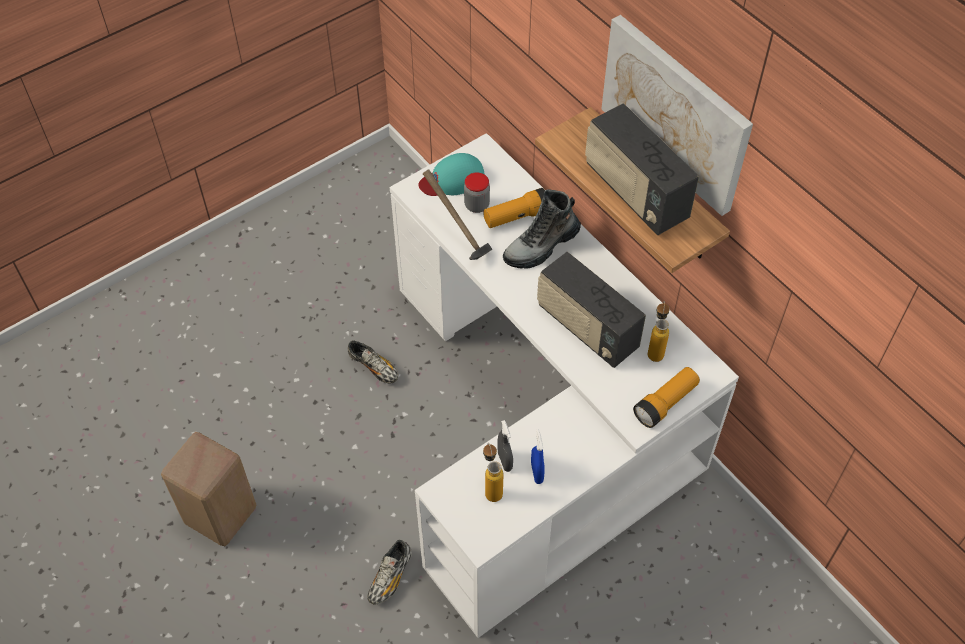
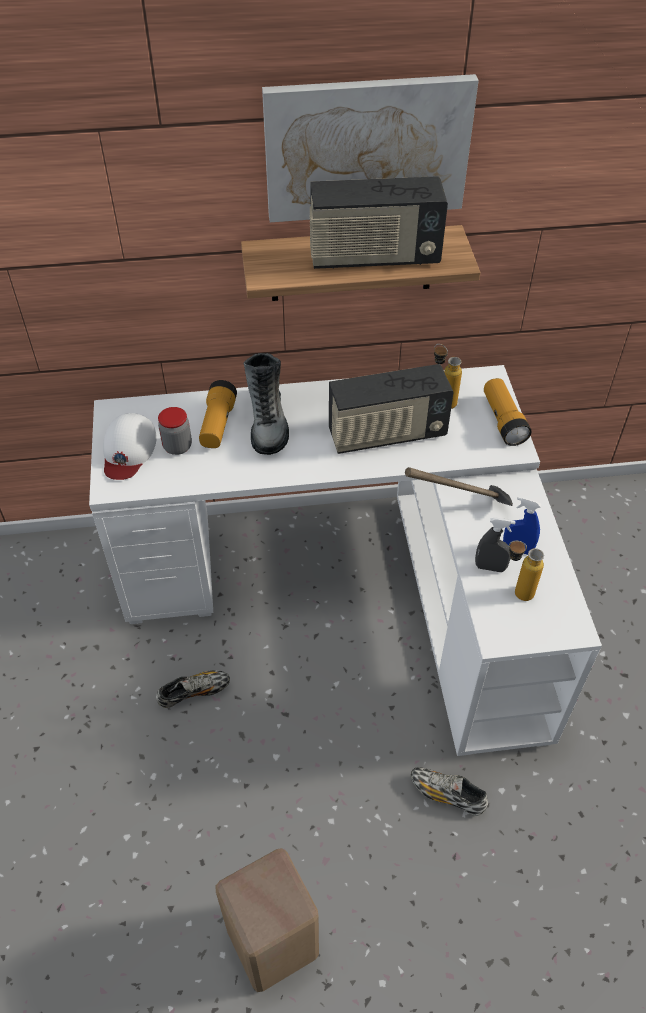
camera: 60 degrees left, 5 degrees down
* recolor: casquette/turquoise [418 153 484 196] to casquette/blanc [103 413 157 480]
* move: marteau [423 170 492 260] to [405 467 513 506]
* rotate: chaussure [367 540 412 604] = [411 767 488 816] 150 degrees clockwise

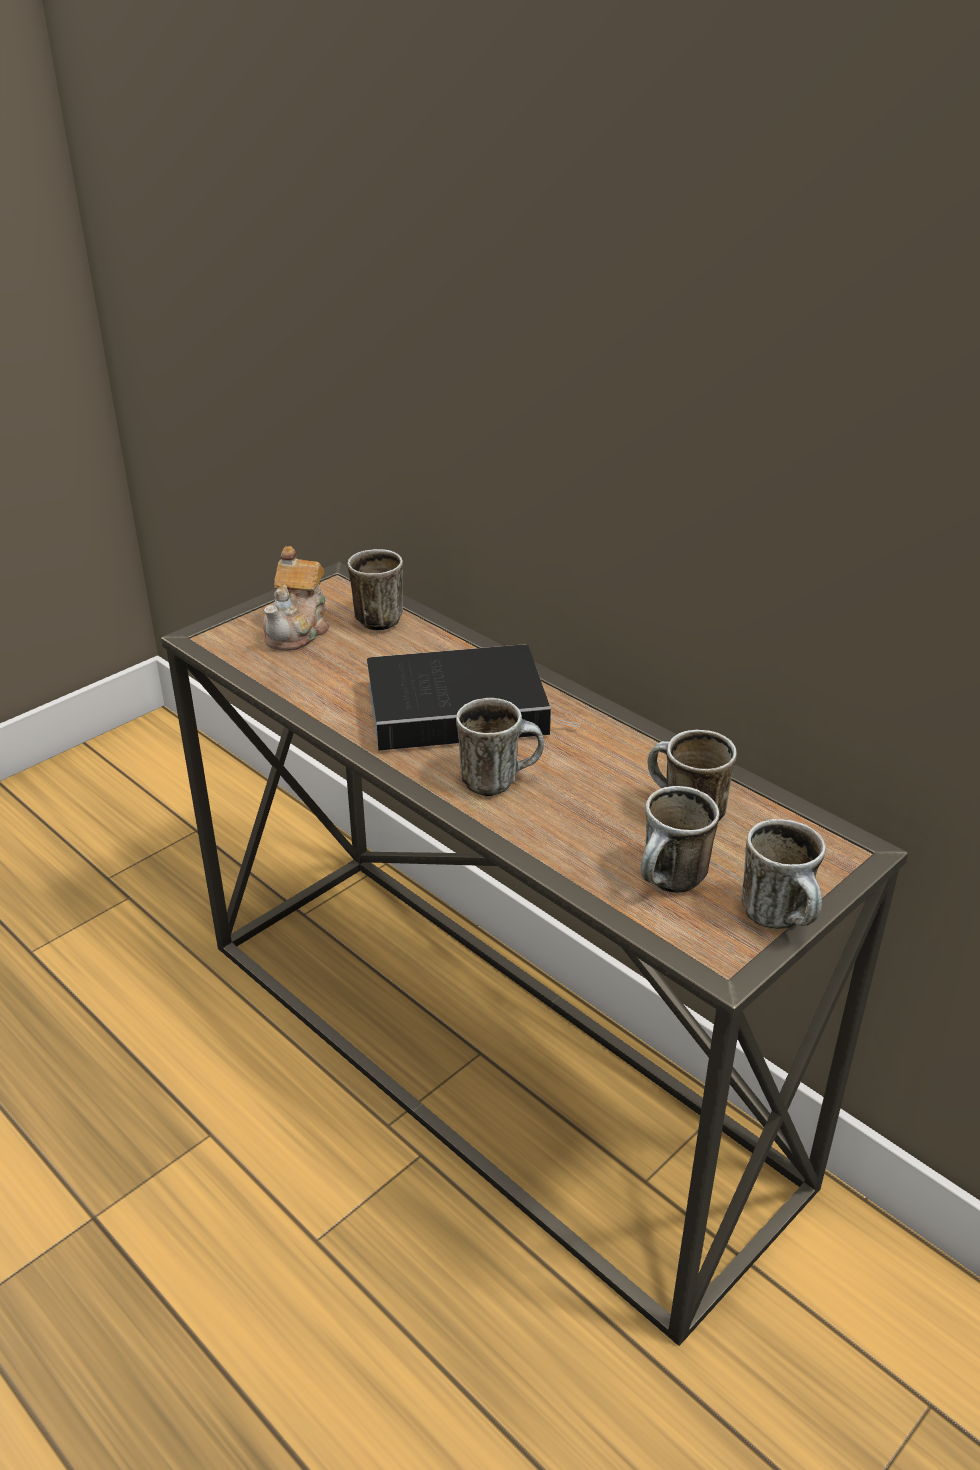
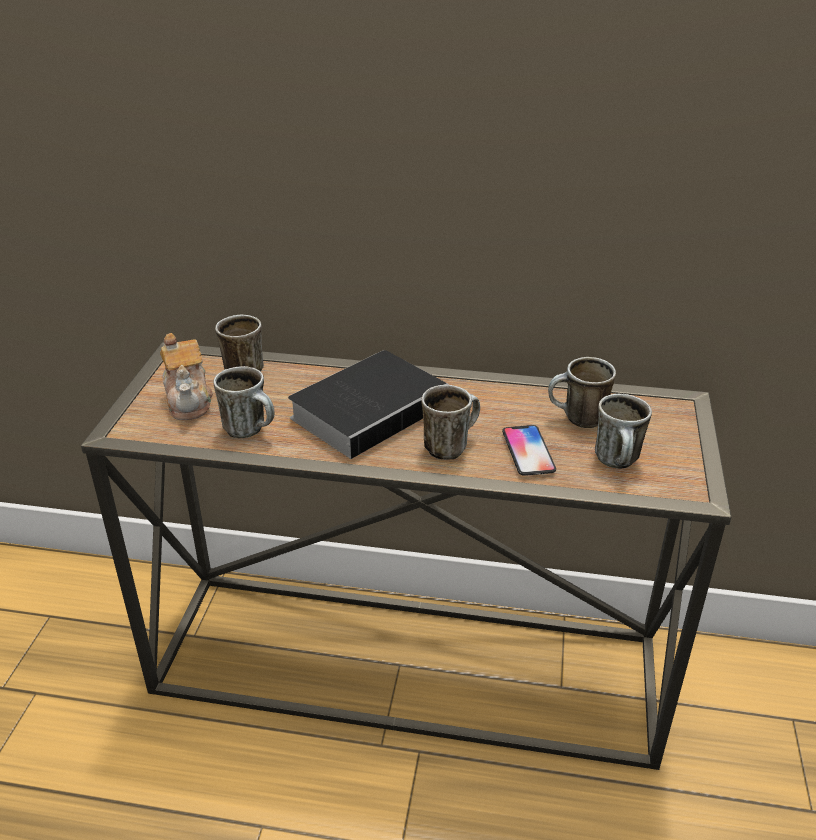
camera: 35 degrees left, 0 degrees up
* move: mug [741 819 826 929] to [213 366 275 438]
* insert: téléphone [502 425 556 476]

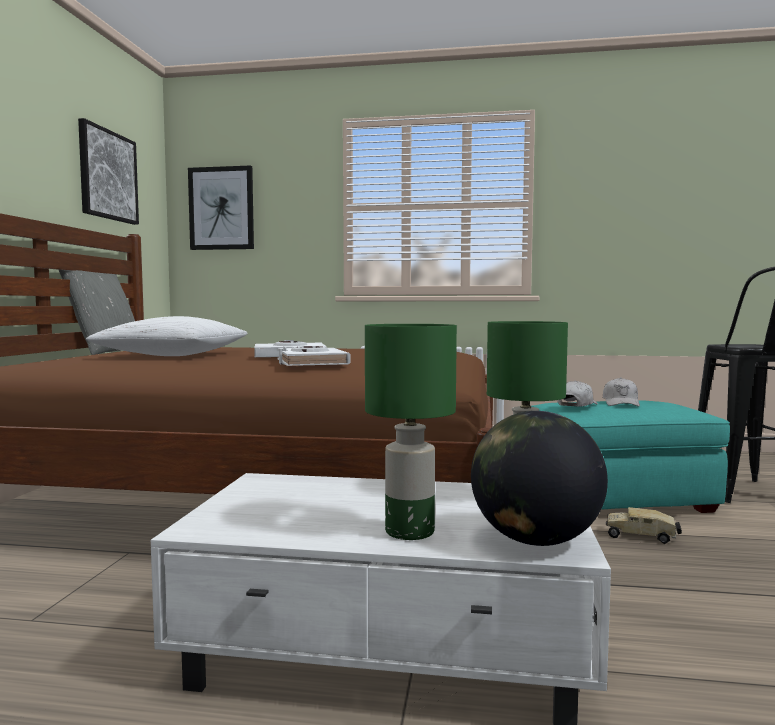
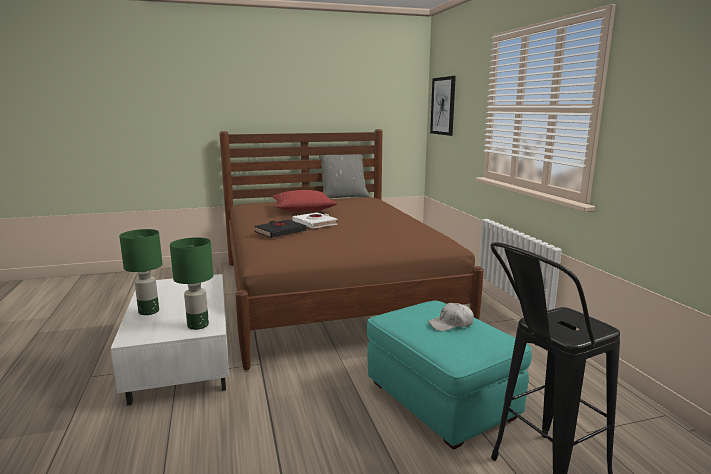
camera: 65 degrees right, 10 degrees up
* recolor: livre/blanc [277 346 351 366] to livre/noir [254 220 306 238]
* recolor: coussin/blanc [86 316 248 356] to coussin/rouge [273 190 337 212]
* delete: tableau [78 118 139 225]
* delete: globe [471 411 608 546]
* delete: casquette/blanc [557 380 598 407]
* delete: camion jouet [606 507 682 544]

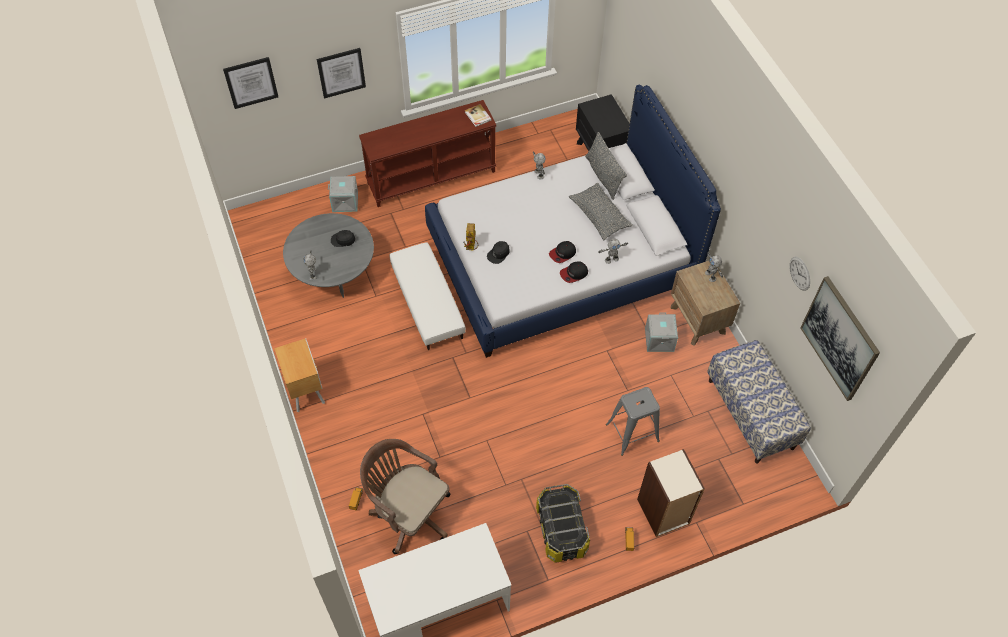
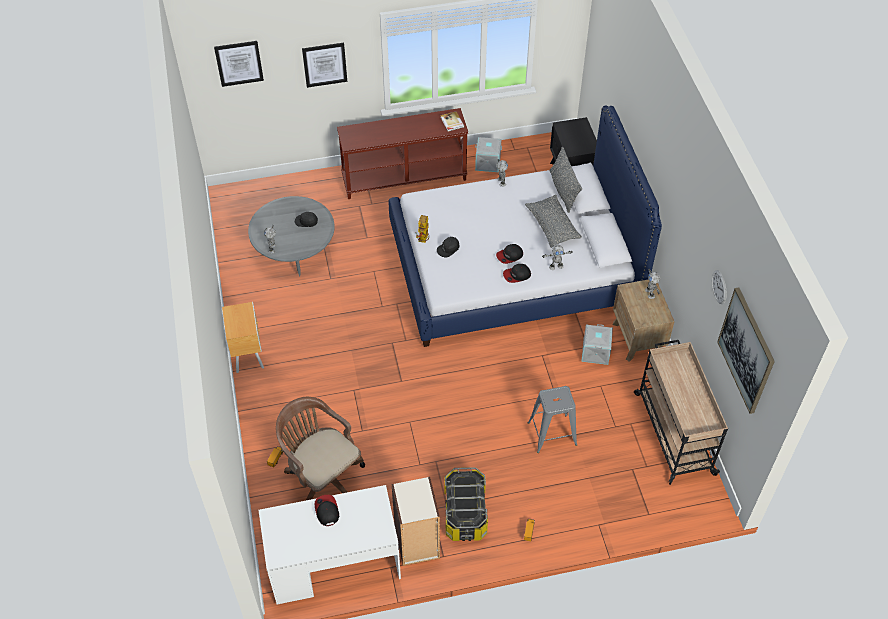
camera: 10 degrees right, 5 degrees down
* insert: casquette [315 495 339 526]
* move: bibliothèque [637 449 705 537] to [392 477 440 566]
* move: boîte de rangement/gris [328 176 358 212] to [475 137 502 172]
* replace: banc [707 340 811 463] to chariot/beige [634 340 728 485]
* delete: pouf/blanc [389 242 466 350]

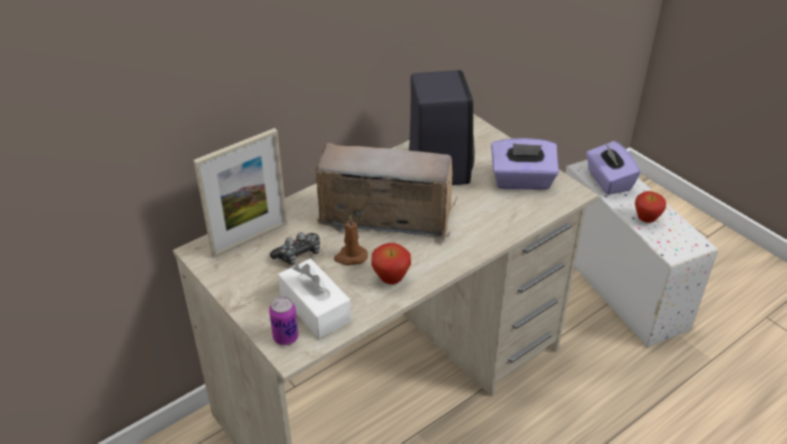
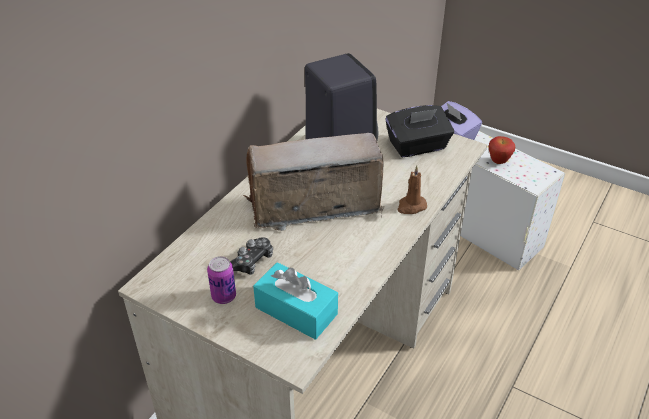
camera: 20 degrees left, 0 degrees up
* move: boîte métallique [269 297 298 345] to [207 256 236 304]
* recolor: boîte à mouchoirs/blanc [278 259 351 338] to boîte à mouchoirs/turquoise [253 262 338 340]
* recolor: boîte à mouchoirs/violet [491 138 559 190] to boîte à mouchoirs/noir [385 105 454 157]
* move: bougie/marron [334 215 368 265] to [397 165 427 214]
* delete: cadre photo [193 128 288 258]
* delete: pomme [371 243 411 284]

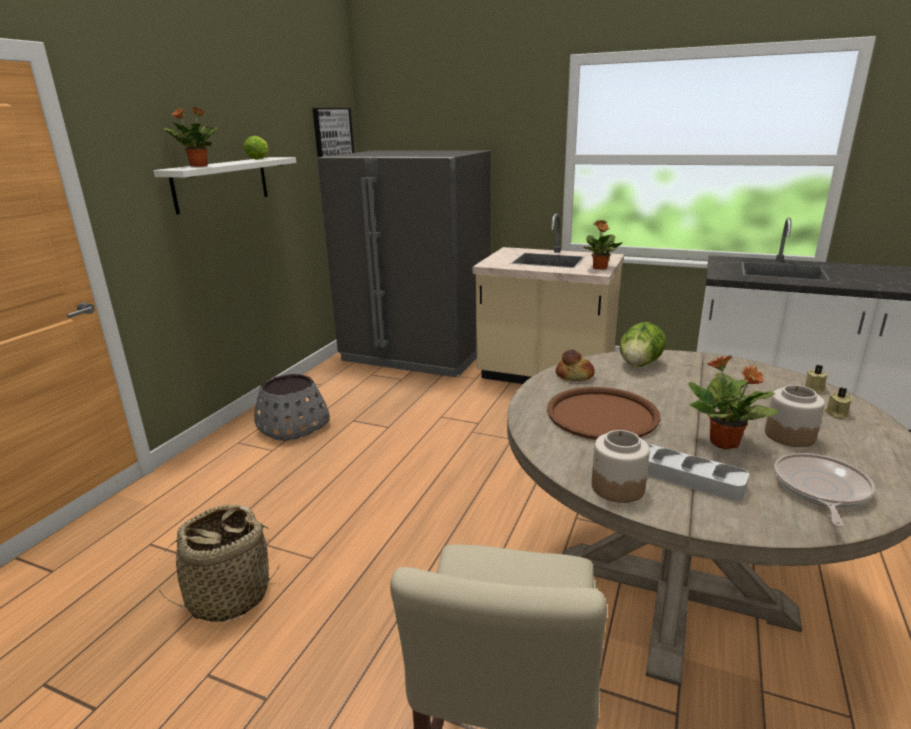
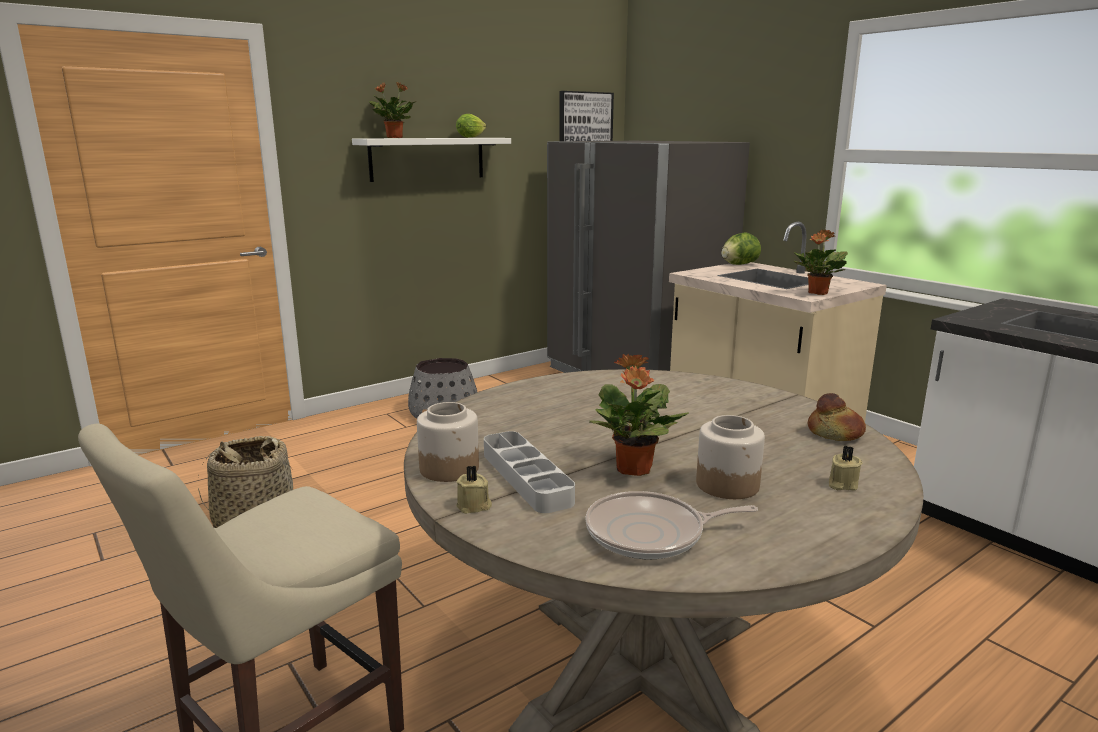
camera: 30 degrees right, 5 degrees down
* move: bougie/beige [805 365 828 393] to [456 466 492 514]
* rotate: poêle [774 453 875 527] = [585 491 758 559] 150 degrees counterclockwise
* move: laitue [619 322 667 367] to [721 233 761 265]
* move: pain [556 350 595 381] to [808 393 866 441]
* delete: plateau/marron [547 387 661 440]

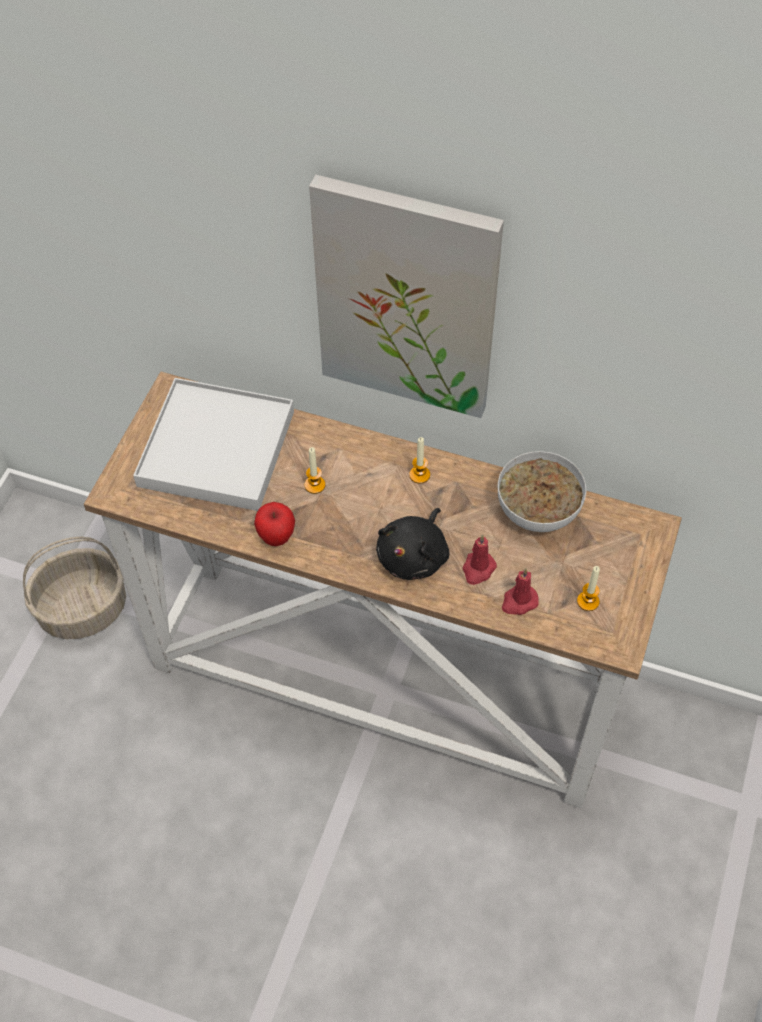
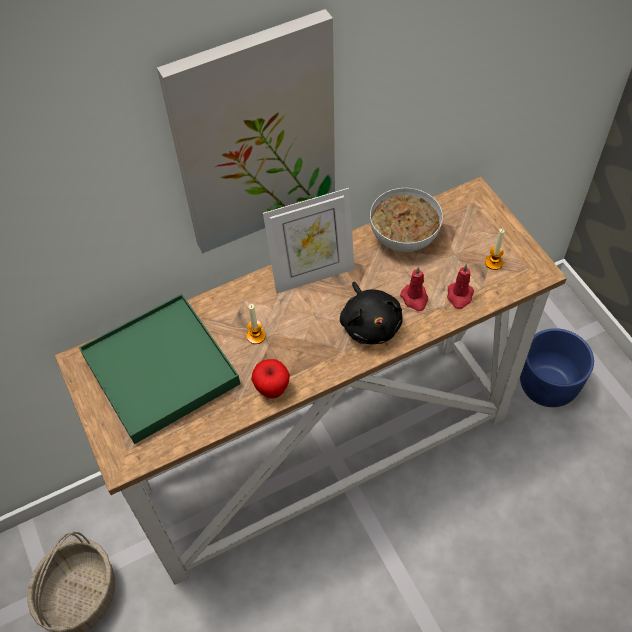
camera: 45 degrees left, 0 degrees up
* recolor: plateau/blanc [133 378 294 511] to plateau/vert [79 294 240 444]
* replace: bougie [409 437 430 484] to cadre photo [263 188 355 294]
* insert: cache-pot/bleu [520 328 594 407]

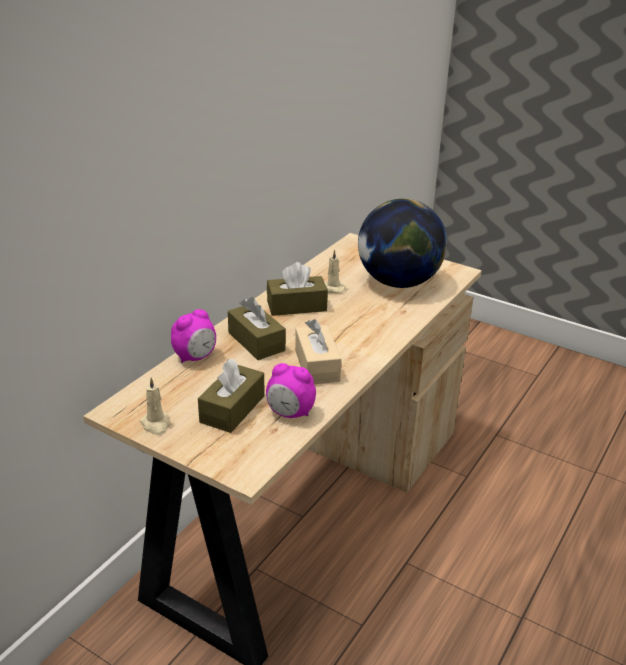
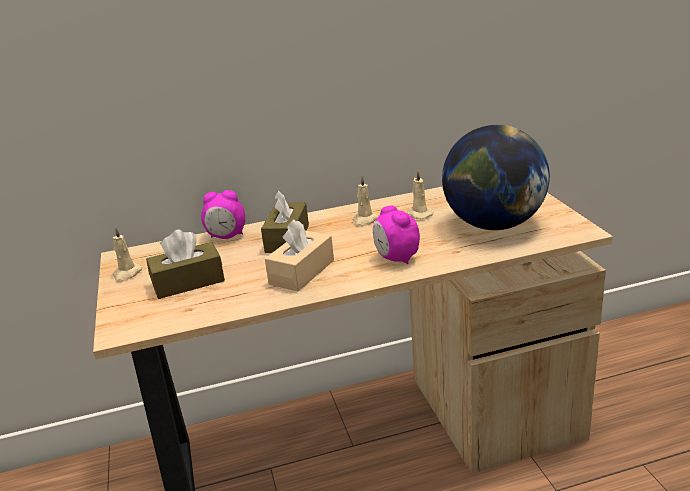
camera: 45 degrees right, 5 degrees down
* replace: boîte à mouchoirs/marron [267 262 328 316] to bougie/beige [353 176 379 227]
* move: réveil [266 363 316 418] to [373 206 420 264]

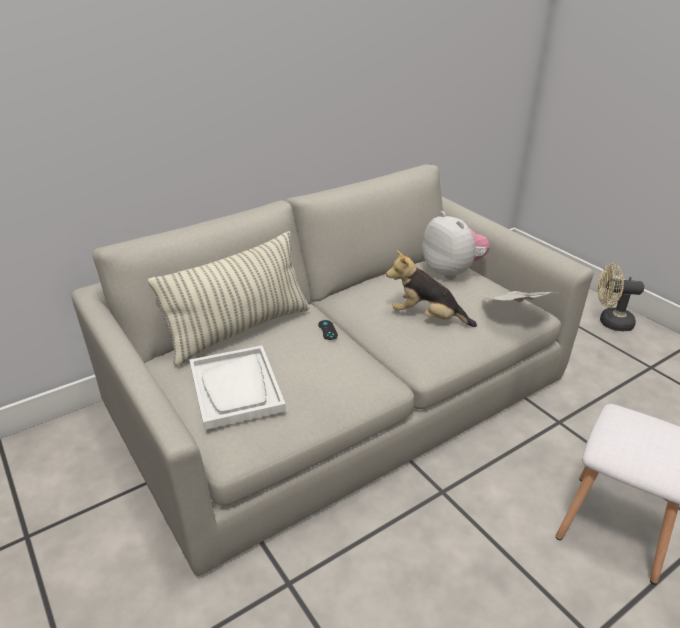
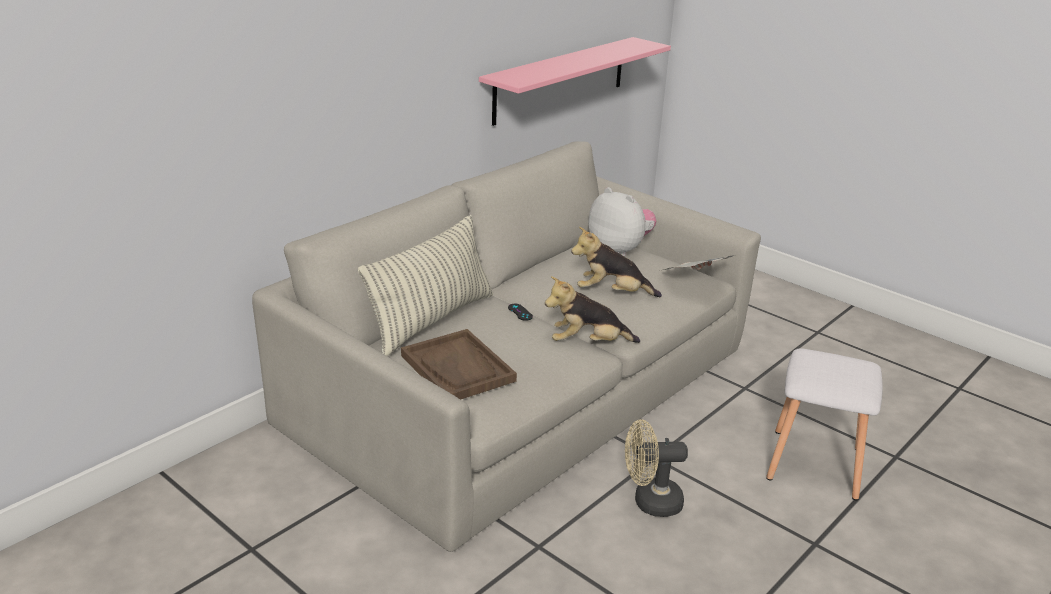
camera: 15 degrees left, 5 degrees down
* recolor: plateau/blanc [189 345 286 430] to plateau/marron [401 329 517 400]
* insert: étagère/rose [479 37 671 126]
* insert: peluche [545 276 640 343]
* move: ventilateur/beige [597 264 644 331] to [625 419 688 517]

